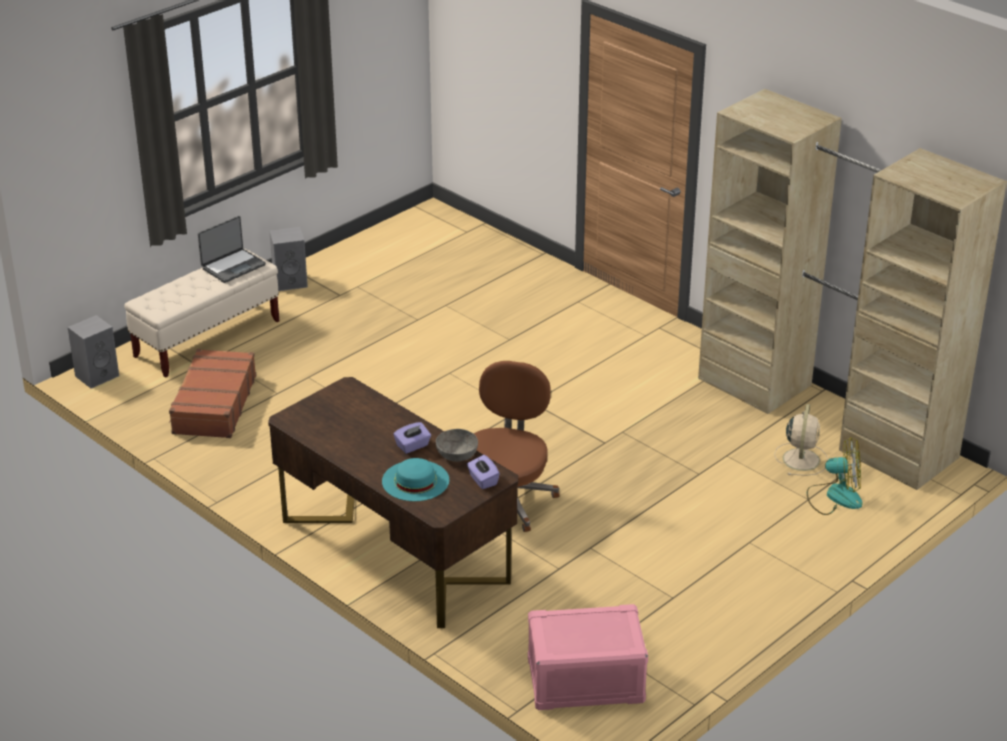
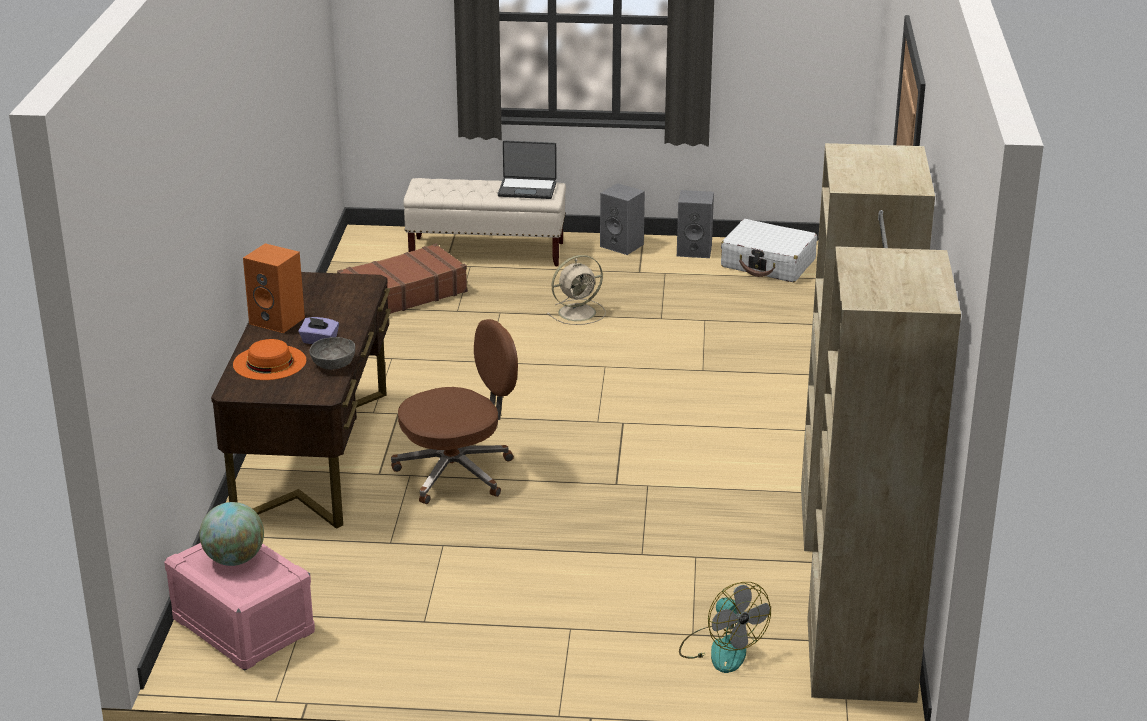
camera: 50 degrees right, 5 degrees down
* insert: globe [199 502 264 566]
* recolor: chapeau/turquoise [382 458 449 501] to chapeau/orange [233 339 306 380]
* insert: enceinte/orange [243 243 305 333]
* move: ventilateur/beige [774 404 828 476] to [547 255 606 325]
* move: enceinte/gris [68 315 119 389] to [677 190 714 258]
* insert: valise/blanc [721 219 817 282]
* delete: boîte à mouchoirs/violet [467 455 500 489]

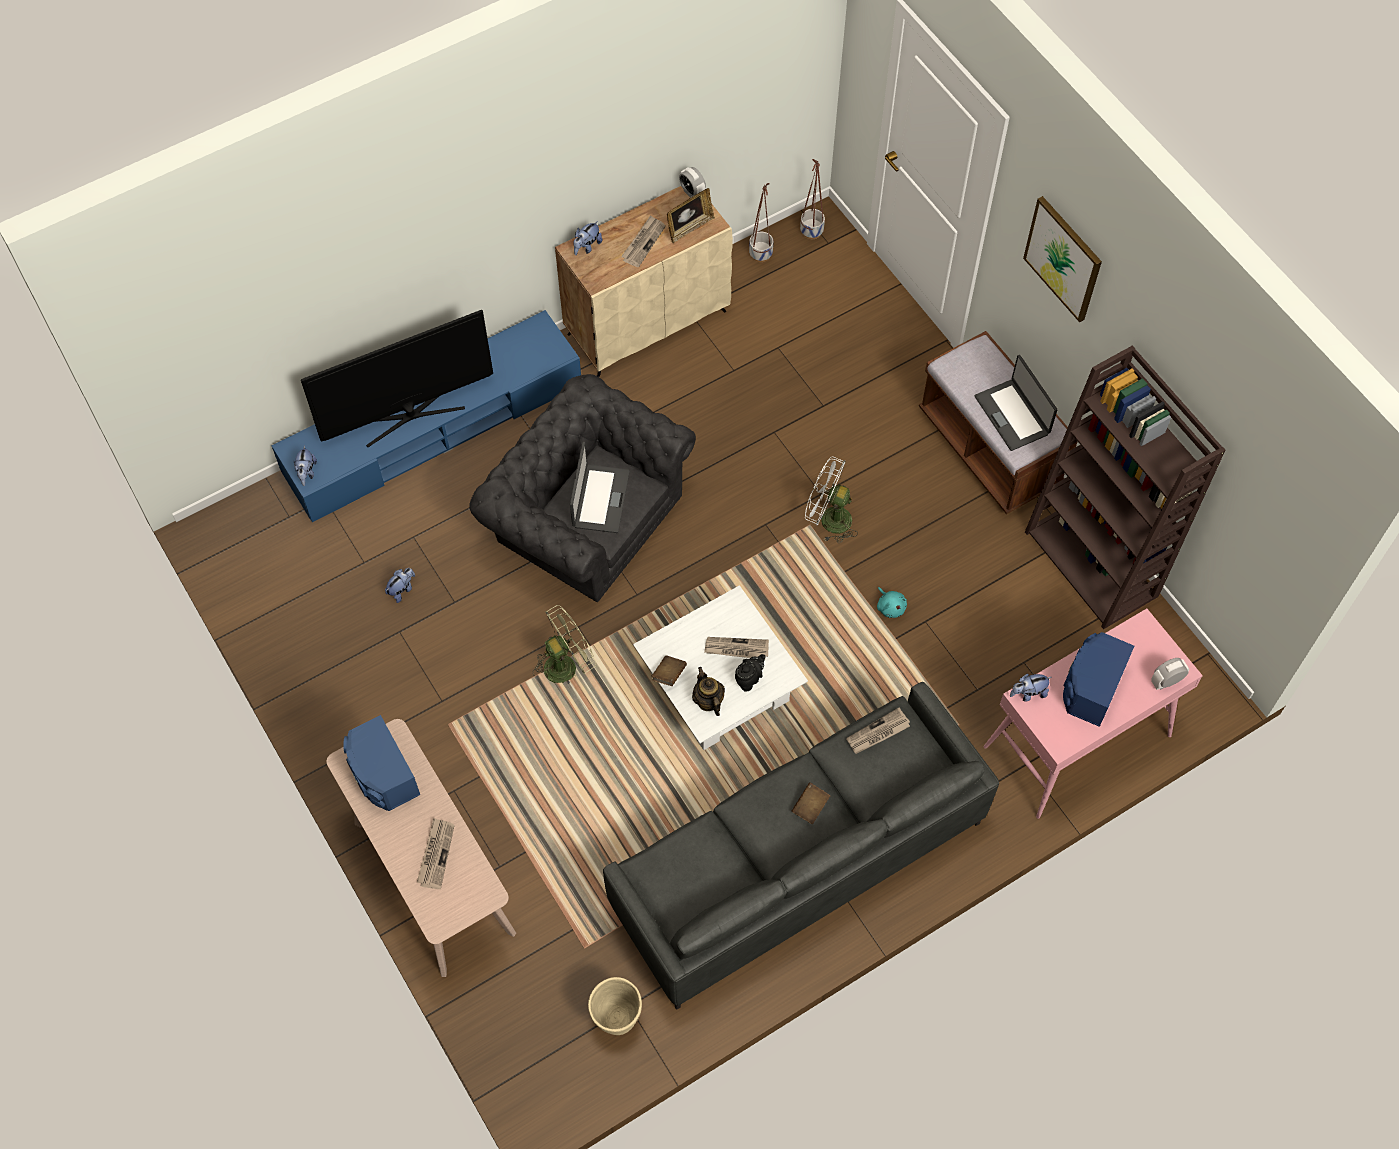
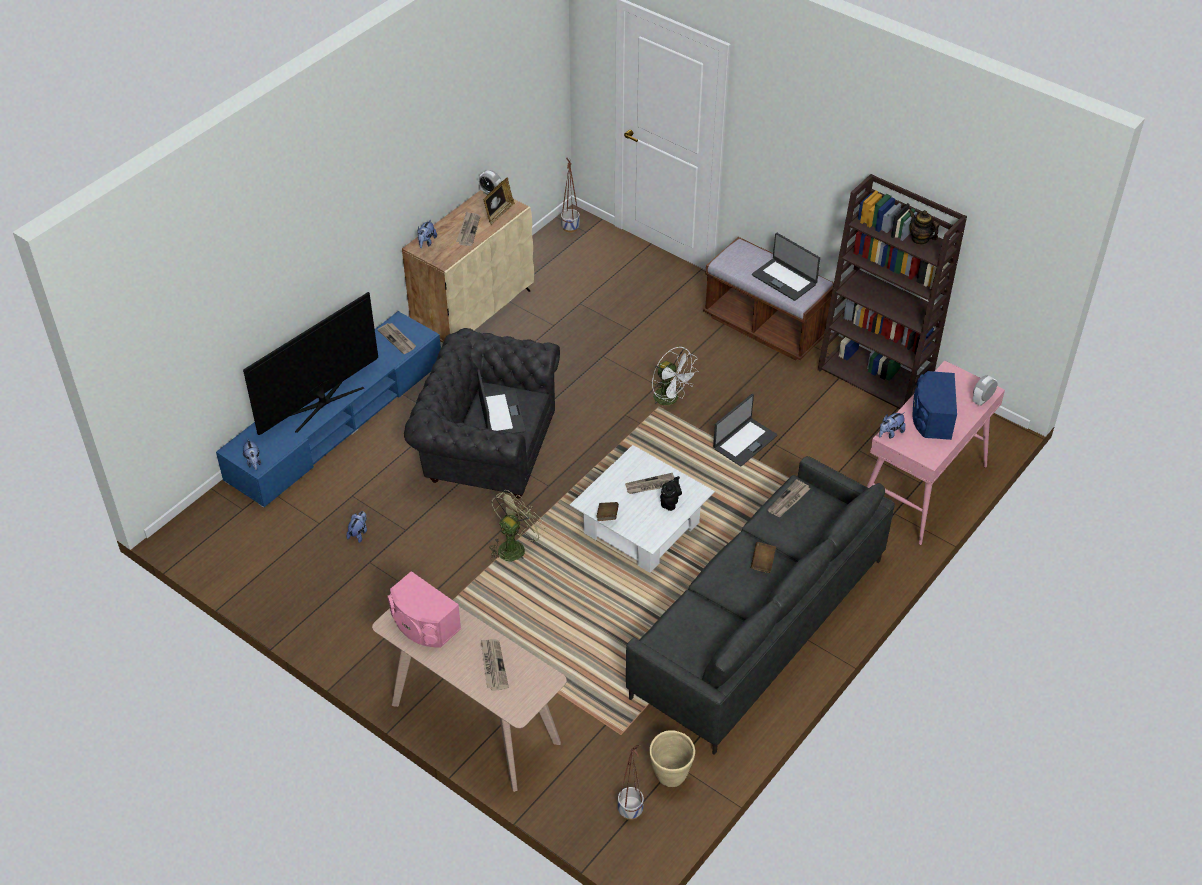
camera: 20 degrees left, 15 degrees down
* insert: journal [377 323 416 354]
* recolor: enceinte/bleu [343 715 420 811] to enceinte/rose [387 571 461 648]
* move: cache-pot [749 183 773 262] to [618 745 644 820]
* rotate: ventilateur/blanc [805 456 858 543] = [652 347 699 408] 135 degrees counterclockwise
* replace: peluche/turquoise [877 587 907 618] to ordinateur portable [713 394 778 466]
* move: théière [692 667 725 716] to [909 210 939 245]
* delete: tableau [1023 196 1102 323]

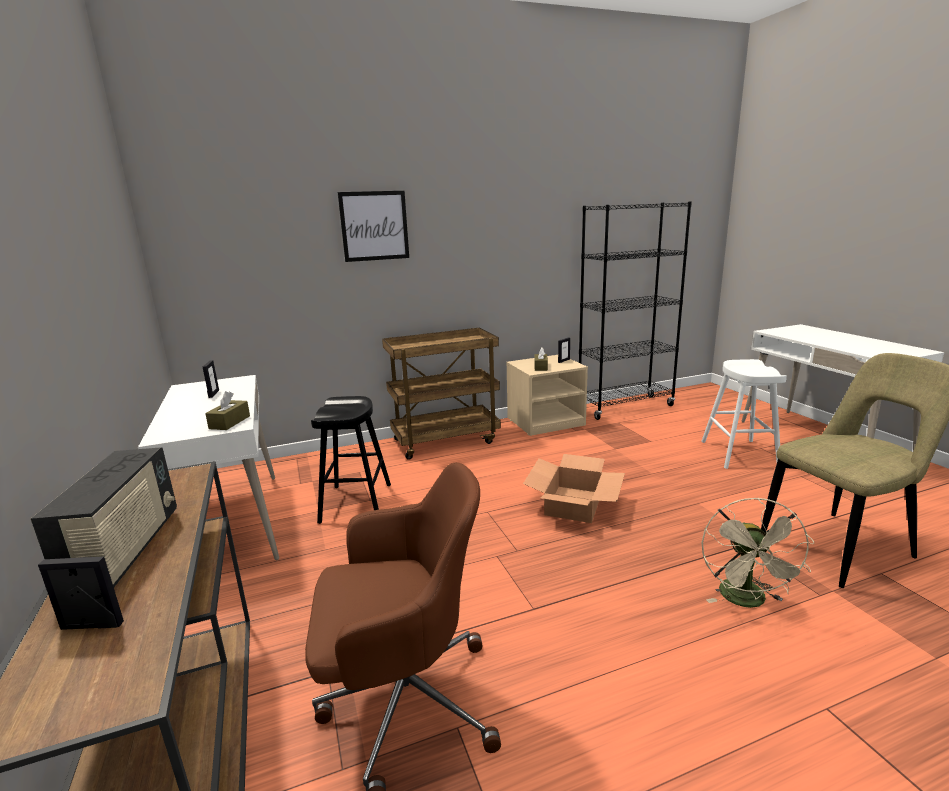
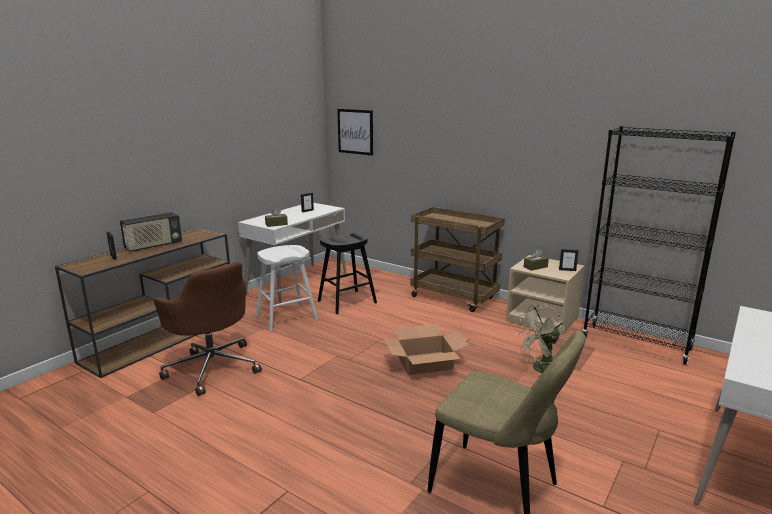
camera: 55 degrees right, 0 degrees up
* move: tabouret/blanc [701 359 787 469] to [256 245 318 332]
* move: tableau [338 191 409 262] to [337 109 373 156]
* move: ventilateur/beige [701 498 814 608] to [516 305 565 373]

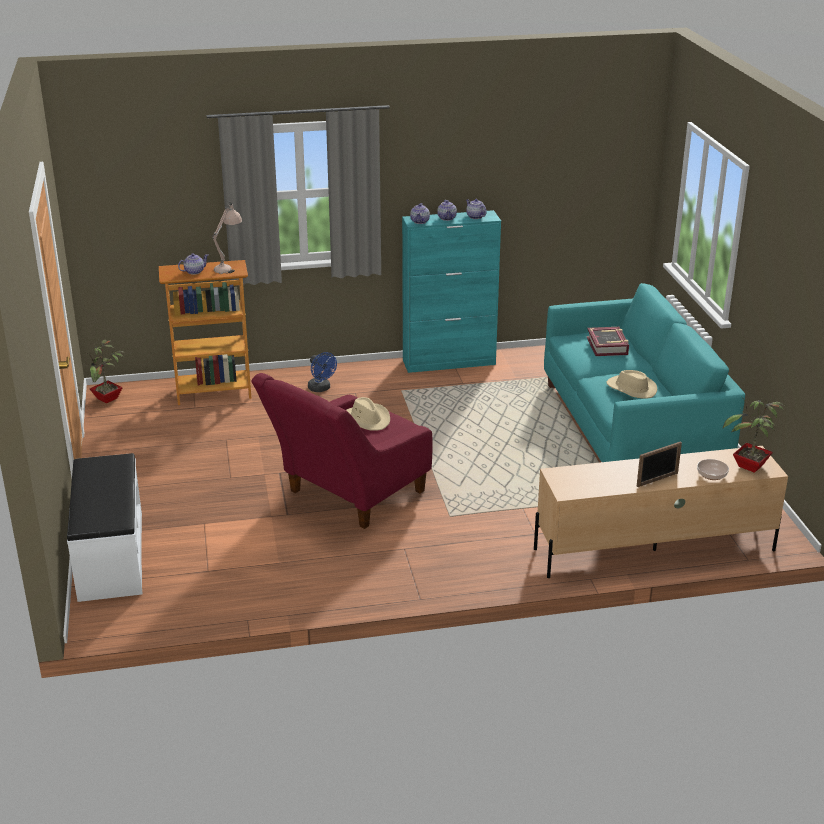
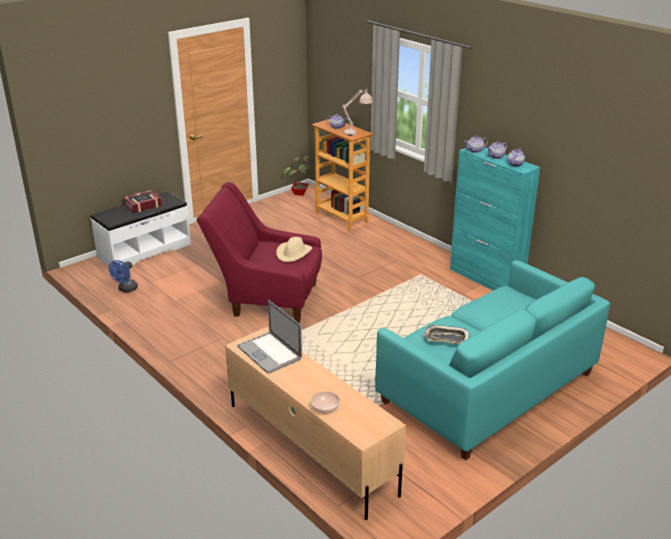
camera: 60 degrees right, 0 degrees up
* move: ventilateur/bleu [308 352 337 392] to [109 260 138 292]
* move: livre [587 327 629 356] to [122 190 162 213]
* insert: ordinateur portable [237 300 302 374]
* replace: chapeau/beige [606 370 657 399] to plateau [424 325 470 344]
* delete: cadre photo [637 441 682 487]
* delete: plante en pot [723 396 784 473]

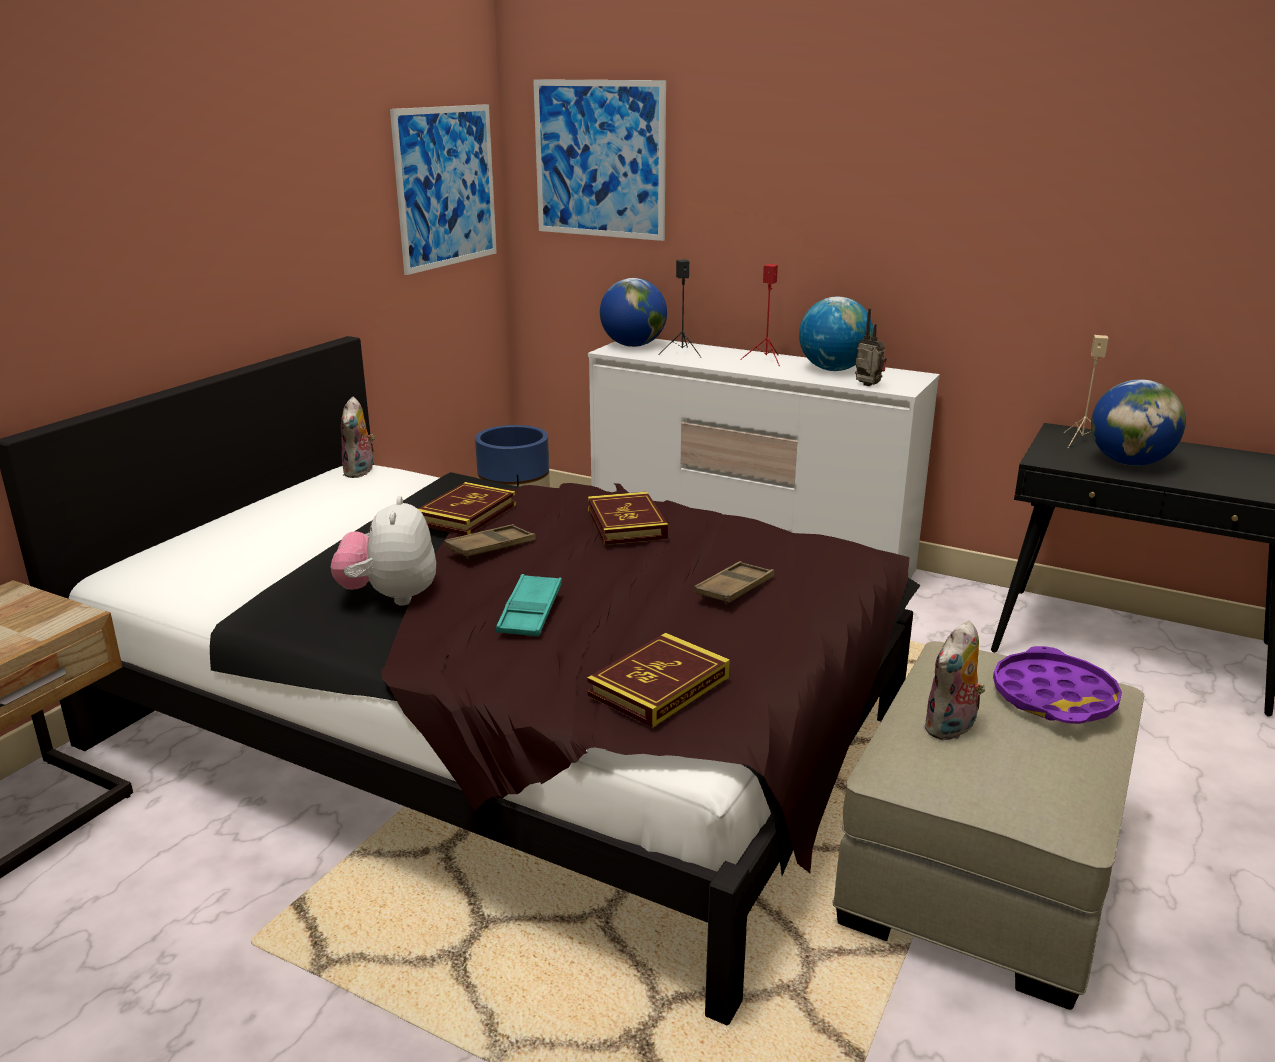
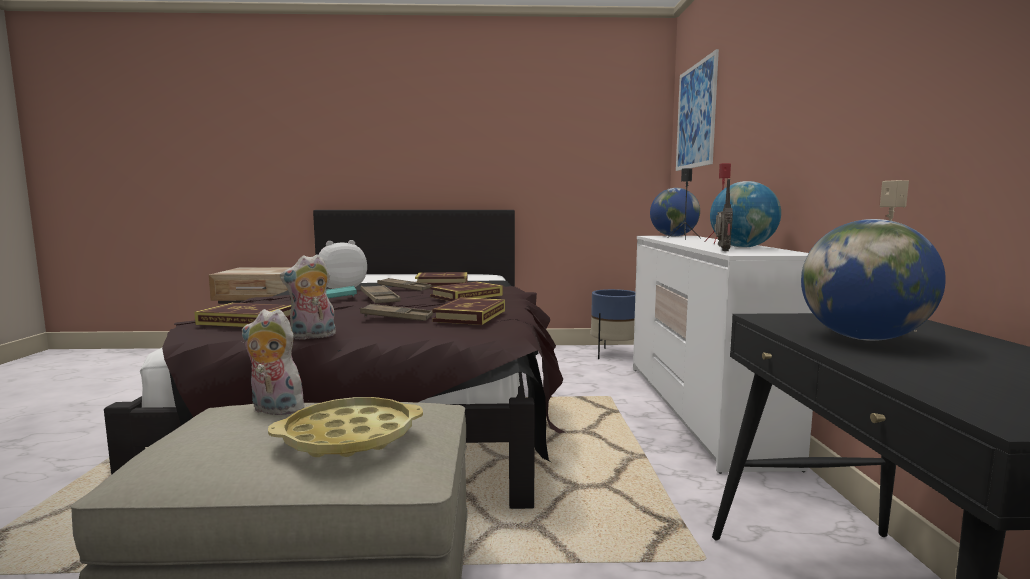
camera: 60 degrees right, 15 degrees down
* recolor: plateau/violet [993 646 1122 724] to plateau/jaune [268 397 423 457]
* move: peluche [341 397 375 478] to [280 254 336 340]
* insert: plateau/marron [360 285 401 303]
* insert: livre [432 297 505 325]
* delete: tableau [390 104 497 275]

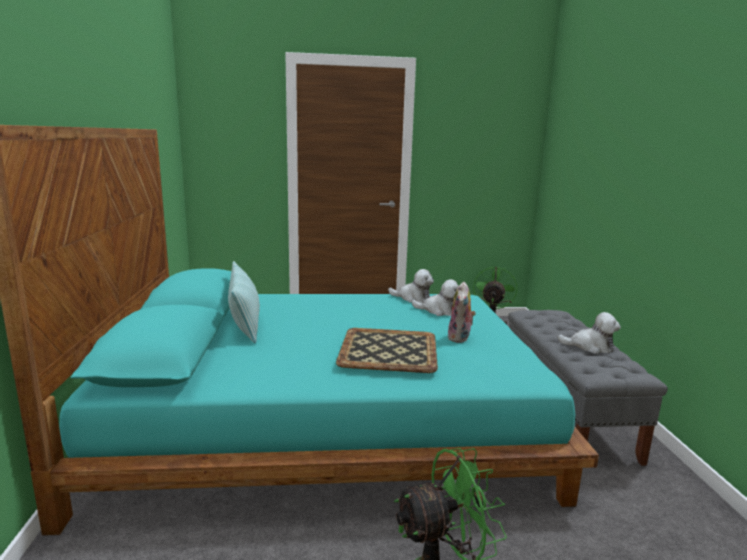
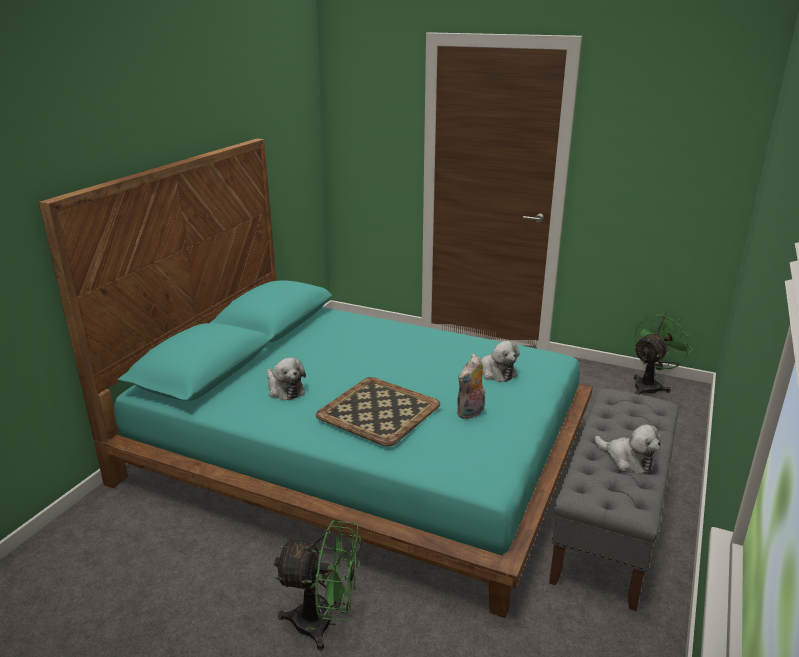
camera: 30 degrees right, 10 degrees up
* move: peluche [388 269 434 303] to [267 357 306 400]
* delete: coussin [228 261 260 344]

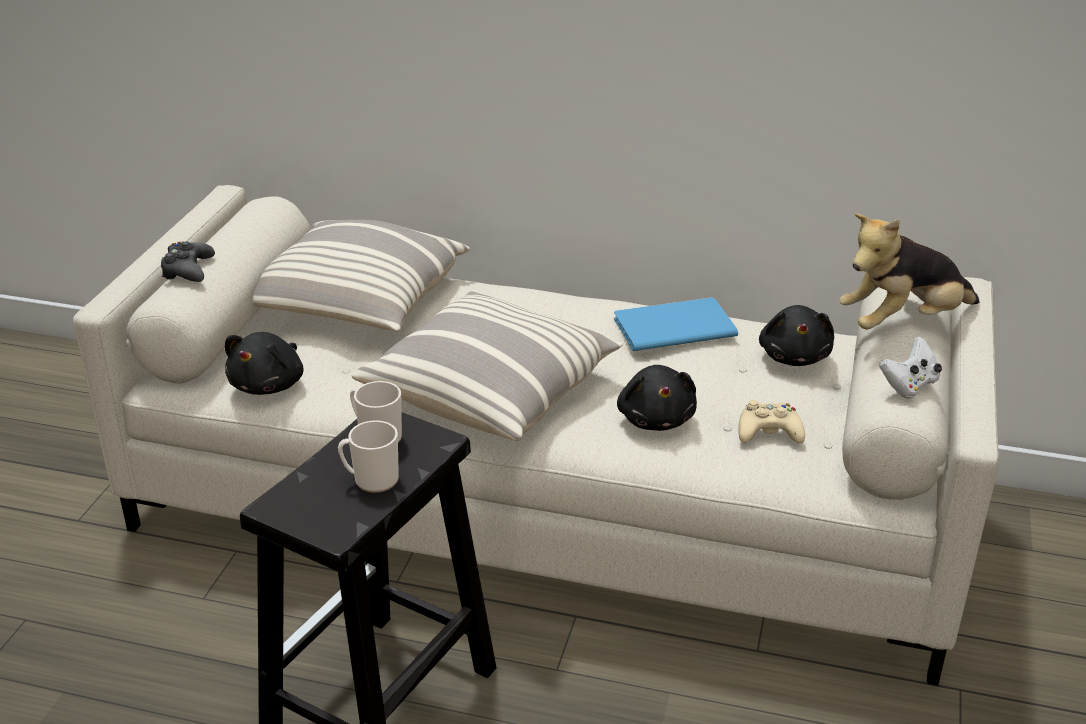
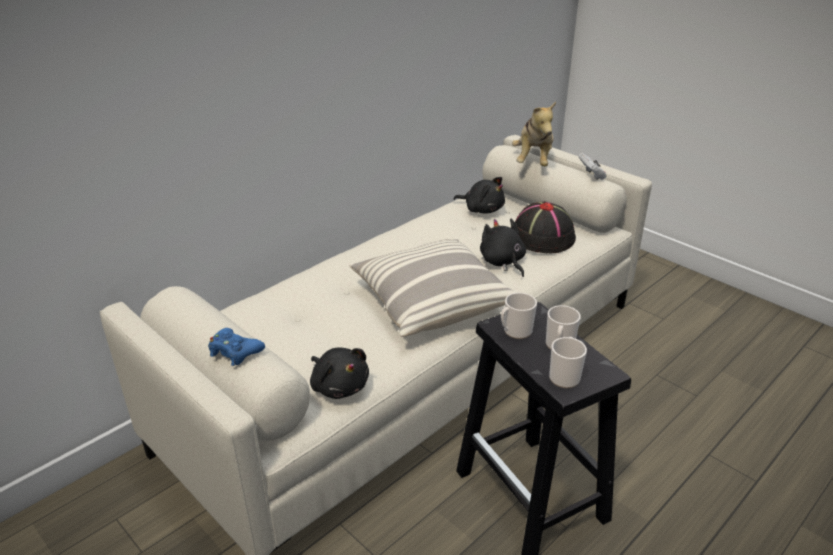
camera: 60 degrees left, 0 degrees up
* recolor: manette/noir [161 241 215 282] to manette/bleu [208 328 265 366]
* rotate: peluche/noir [617 365 697 431] = [480 218 526 277] 135 degrees counterclockwise
* replace: manette/beige [738 400 805 443] to chapeau/noir [515 201 576 253]
* insert: mug [549 337 587 388]
* delete: coussin [253 220 470 332]
* delete: livre/bleu [614 297 738 351]

